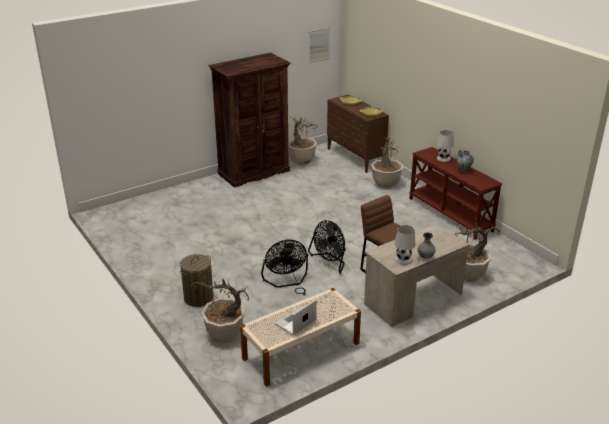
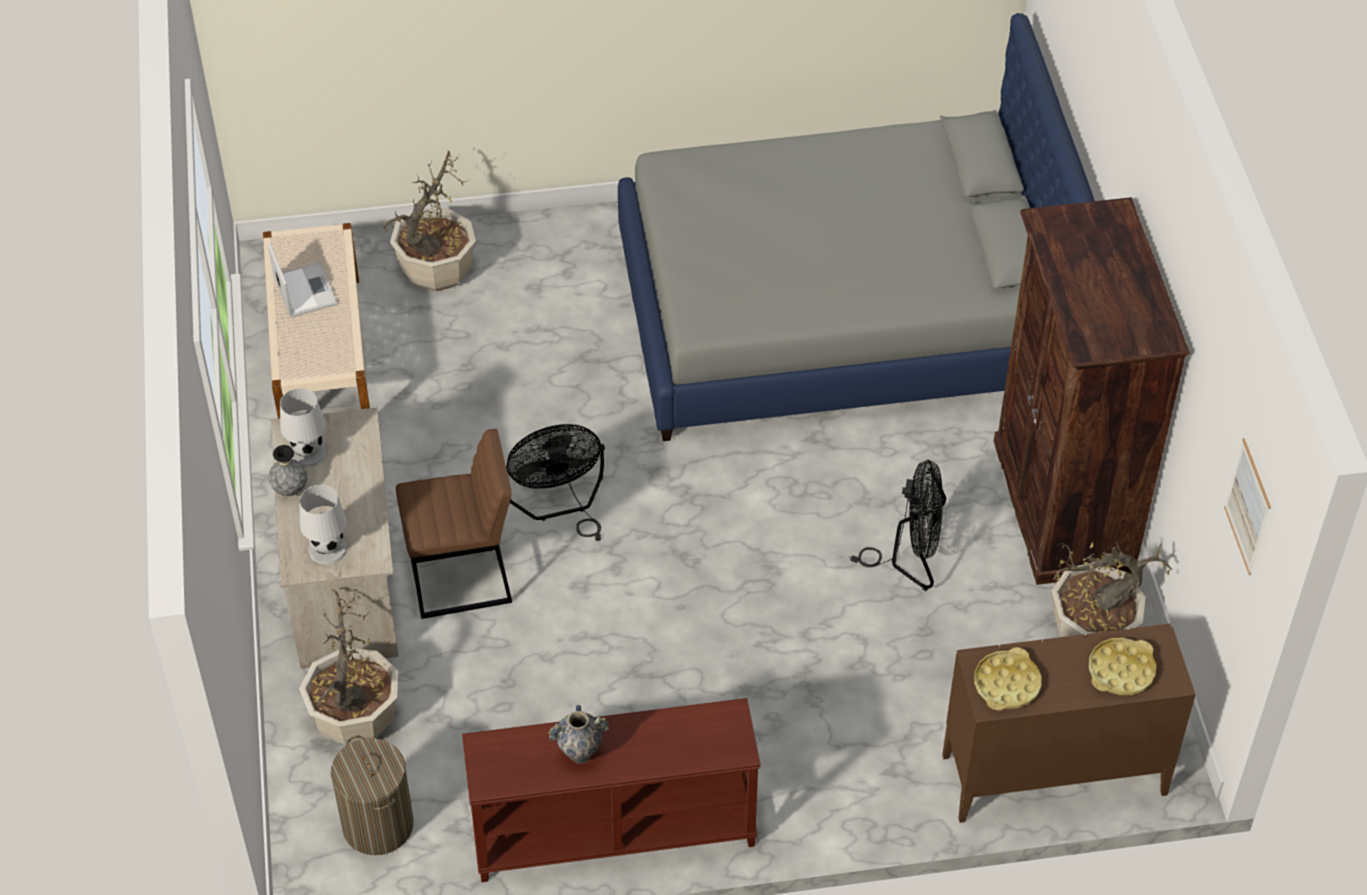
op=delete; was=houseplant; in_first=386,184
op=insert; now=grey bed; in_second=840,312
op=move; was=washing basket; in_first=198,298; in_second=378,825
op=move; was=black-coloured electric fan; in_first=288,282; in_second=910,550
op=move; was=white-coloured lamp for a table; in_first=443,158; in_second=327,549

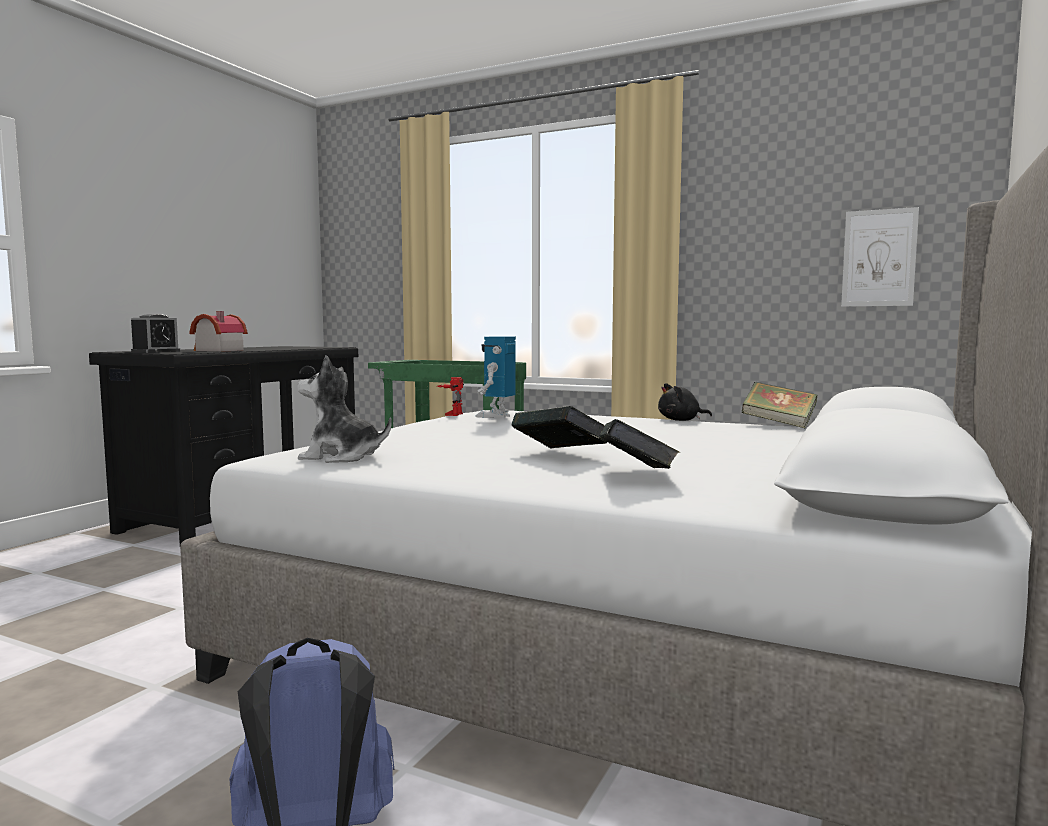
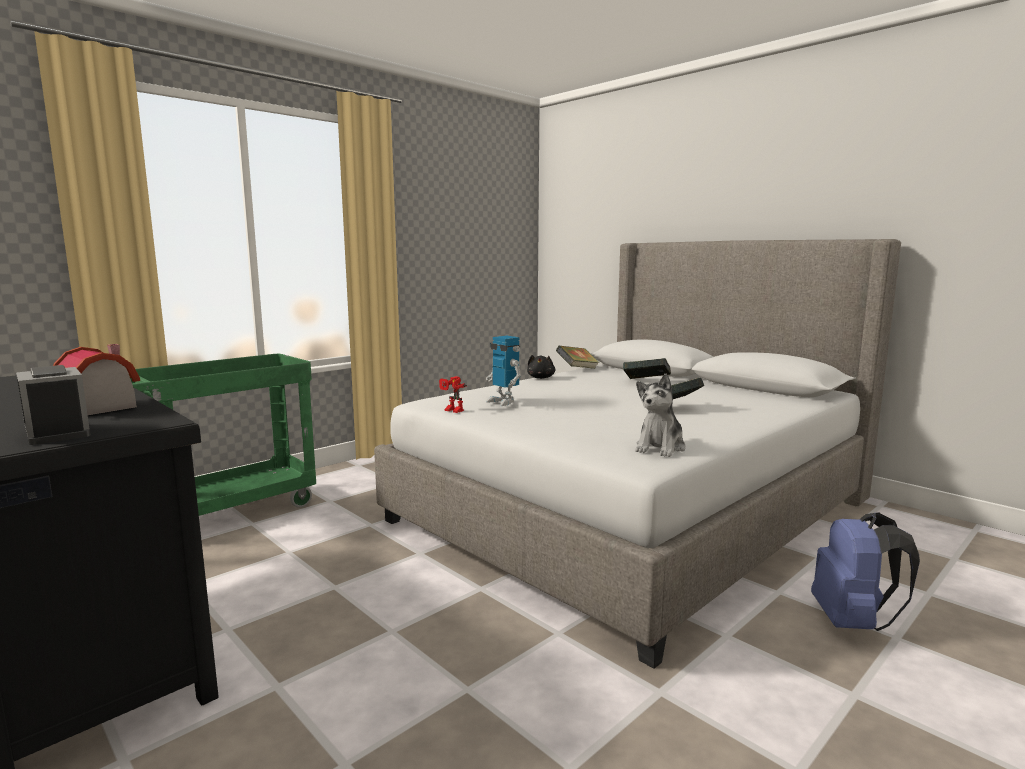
op=delete; was=wall art; in_first=879,258
op=move; was=book; in_first=636,476; in_second=646,382

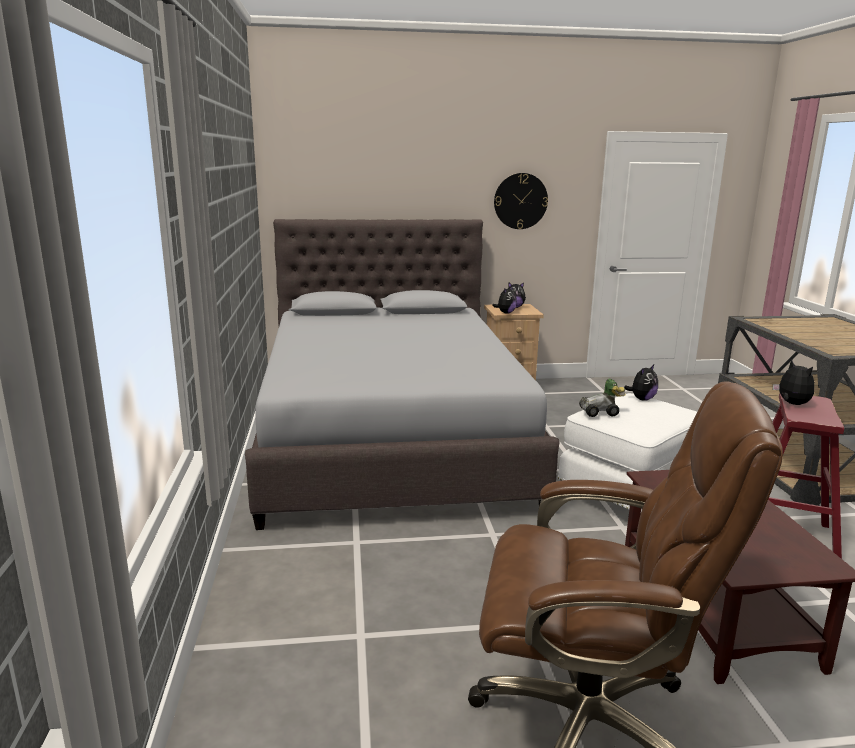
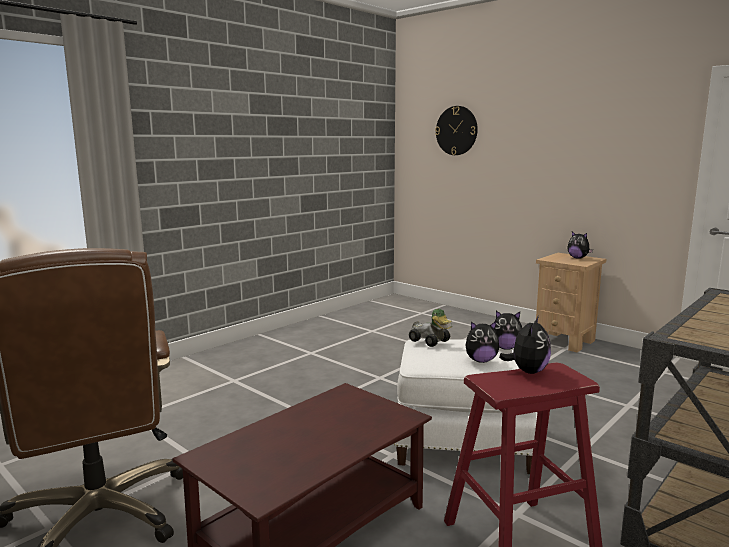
op=delete; was=grey bed; in_first=391,437
op=move; was=plush toy; in_first=505,313; in_second=481,360
op=move; was=hanging clock; in_first=520,201; in_second=456,130

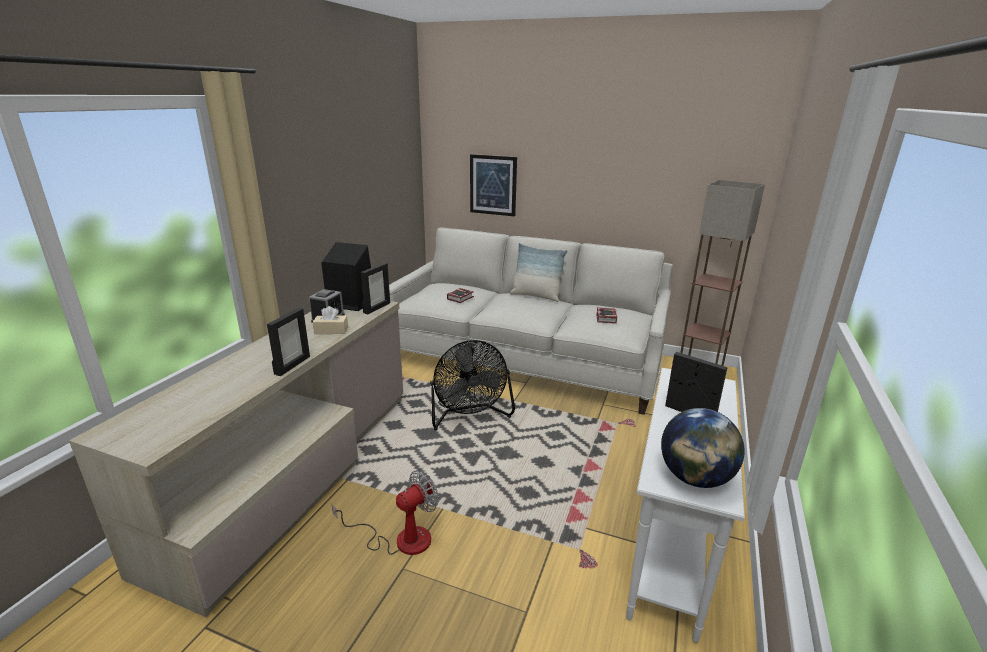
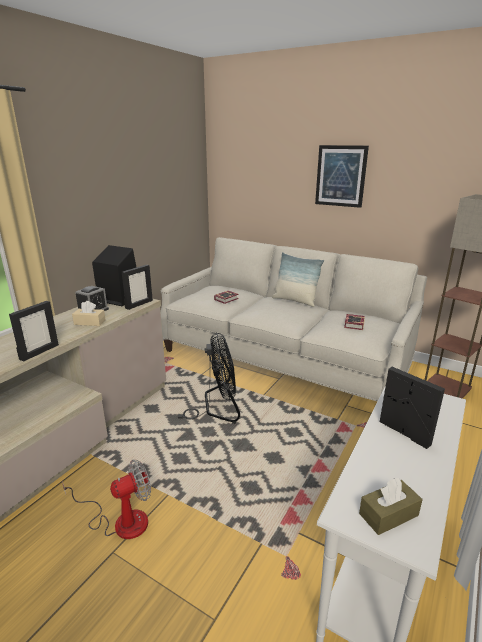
op=move; was=wall art; in_first=493,185; in_second=341,176
op=replace; was=globe; now=brown box of tissues; in_first=695,478; in_second=388,514
op=rotate; was=black-coloured electric fan; in_first=466,415; in_second=216,405; clockwise=-90

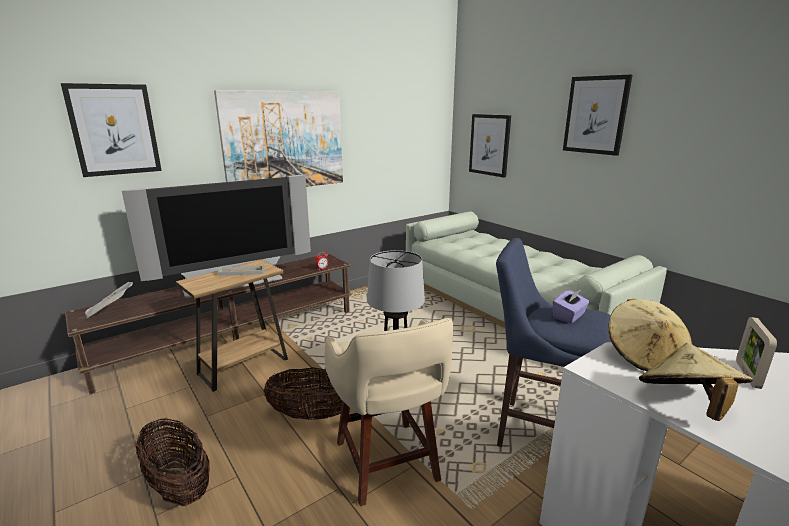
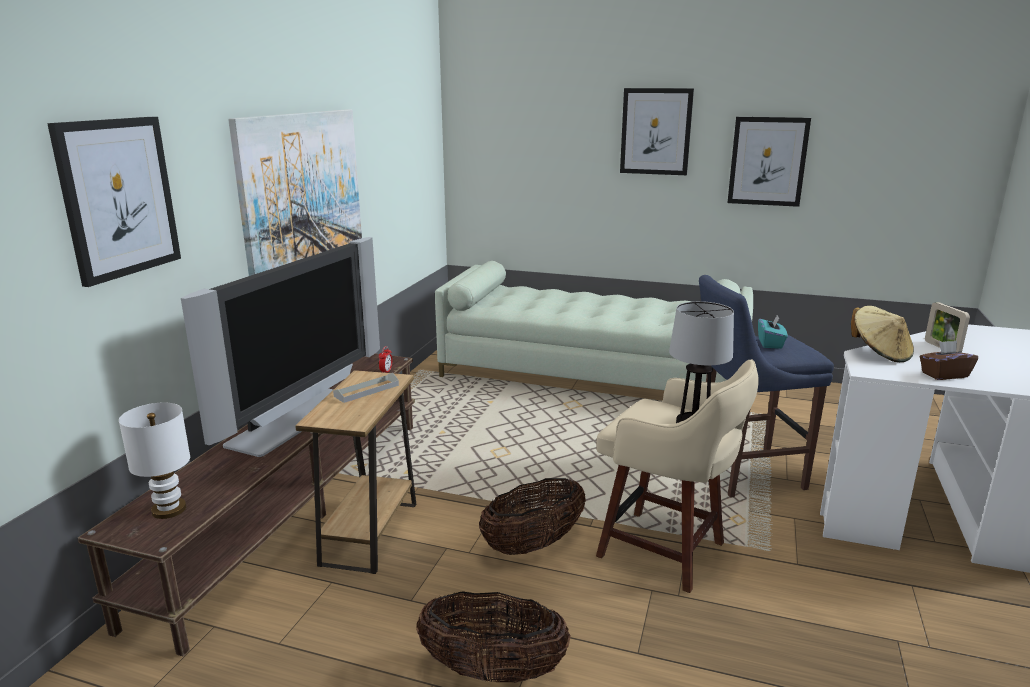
op=move; was=wall art; in_first=489,145; in_second=767,161
op=replace; was=newspaper; now=white-coloured lamp for a table; in_first=110,311; in_second=168,510
op=replace; was=beige wearable hat; now=brown box of tissues; in_first=686,404; in_second=944,375
op=recolor; was=purplish box of tissues; now=turquoise box of tissues; in_first=569,316; in_second=770,343

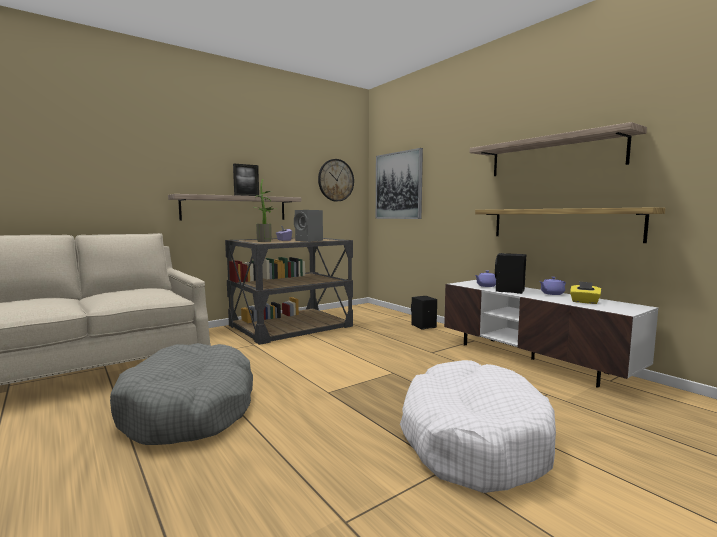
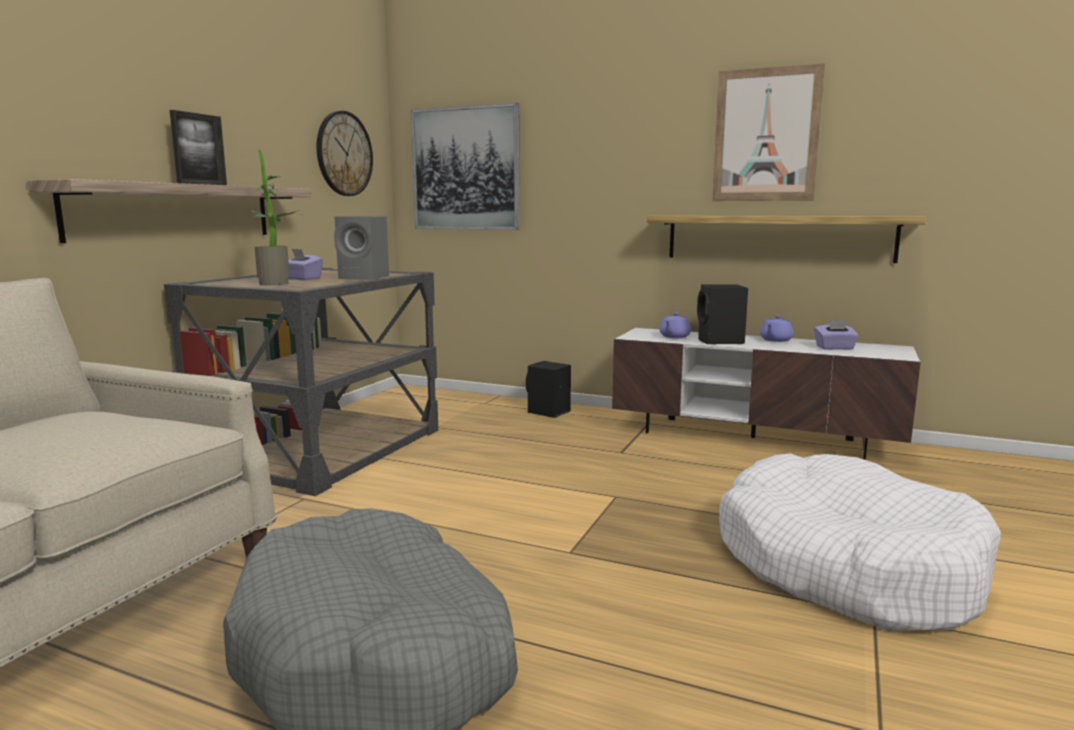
op=replace; was=wall shelf; now=wall art; in_first=553,155; in_second=766,135
op=recolor; was=yellowish box of tissues; now=purplish box of tissues; in_first=584,302; in_second=835,348

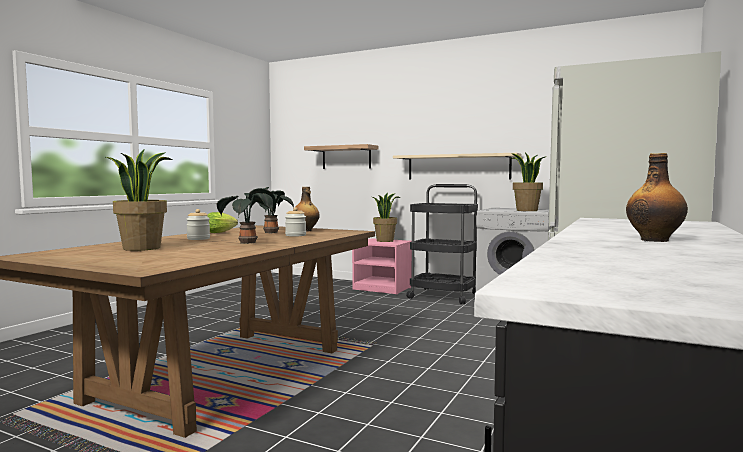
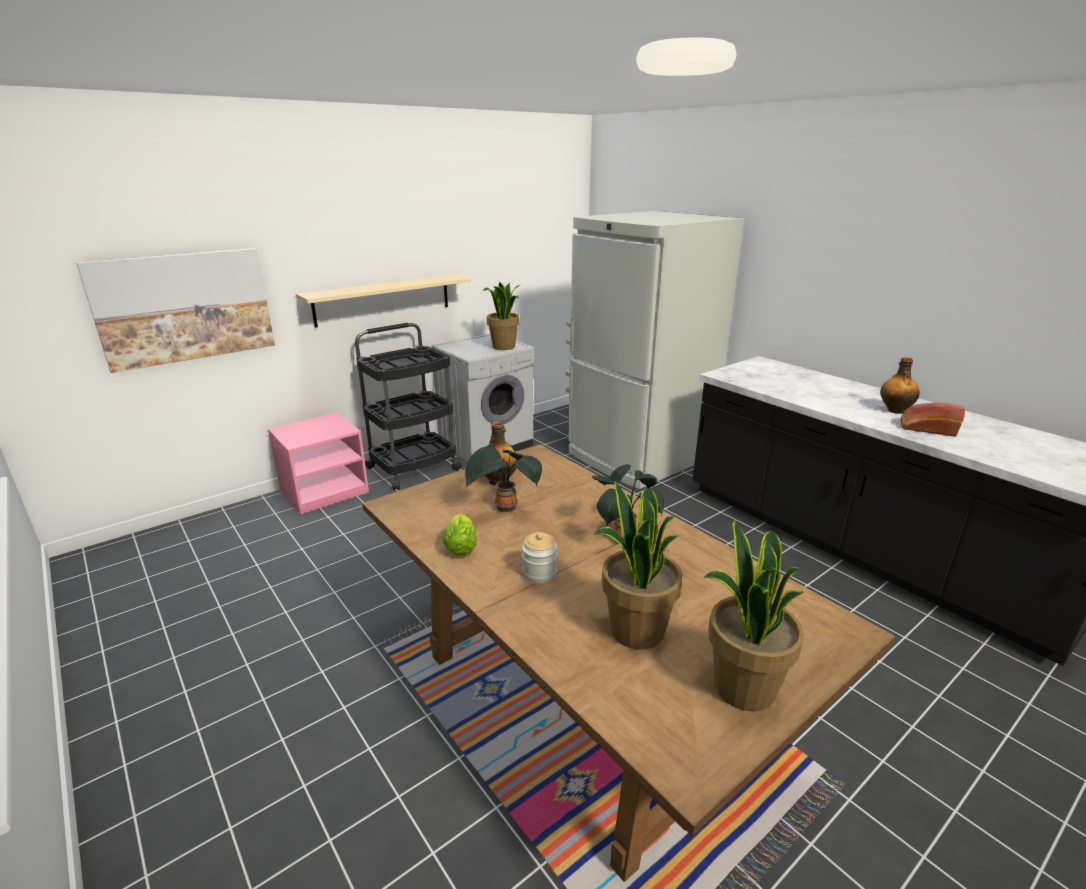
op=delete; was=storage jar; in_first=295,235
op=insert; now=bread; in_second=927,429
op=move; was=houseplant; in_first=385,241; in_second=742,687
op=replace; was=wall shelf; now=wall art; in_first=346,157; in_second=184,307

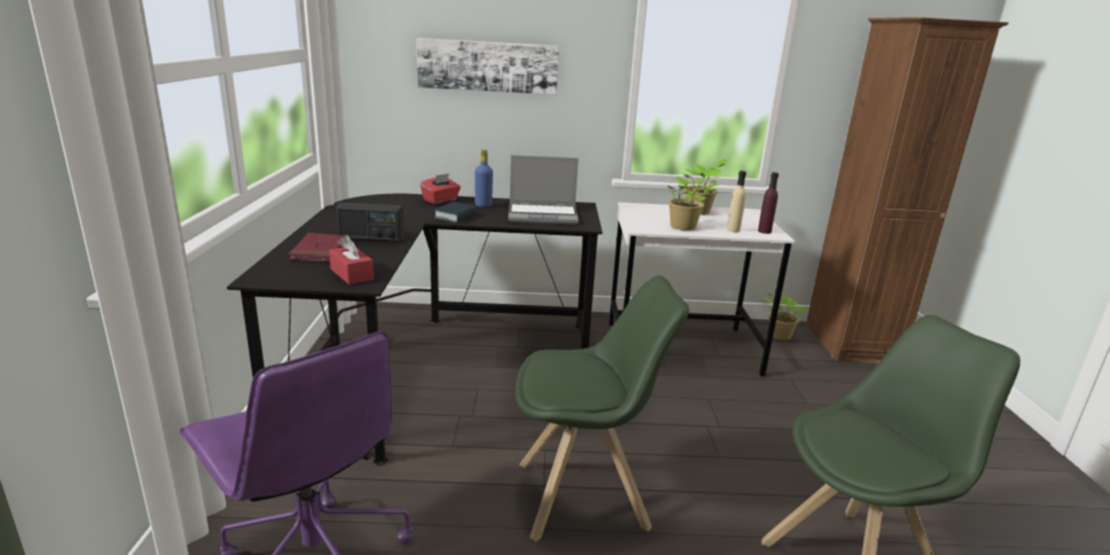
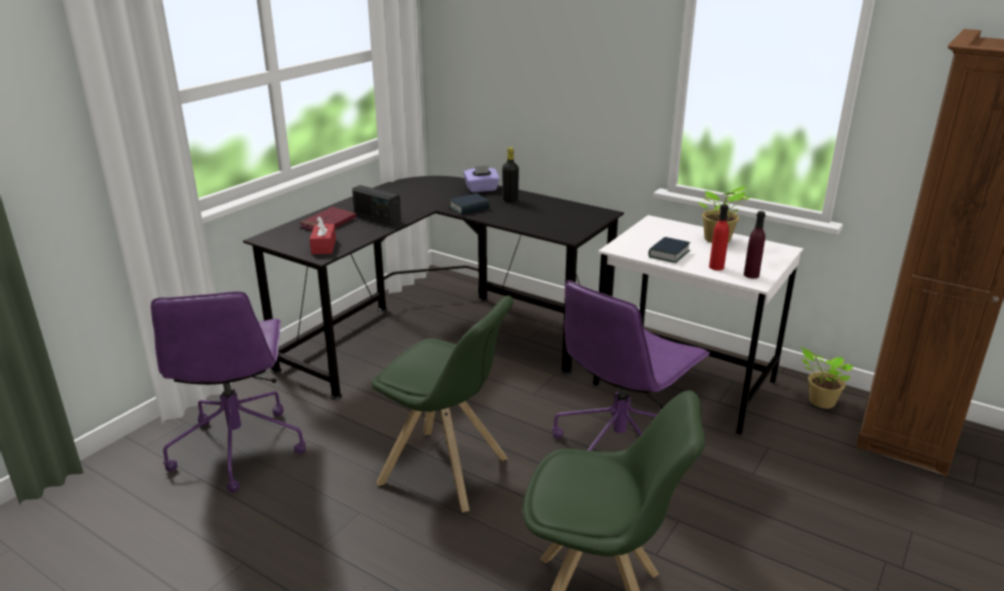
op=delete; was=wall art; in_first=488,66
op=delete; was=laptop; in_first=543,216
op=insert; now=purplish desk chair; in_second=621,450
op=replace; was=houseplant; now=book; in_first=685,227; in_second=668,254
op=recolor; was=reddish box of tissues; now=purplish box of tissues; in_first=441,200; in_second=481,189
op=recolor; was=blue bottle; now=black-coloured bottle; in_first=483,205; in_second=510,200
op=recolor; was=beige bottle; now=reddish bottle; in_first=733,230; in_second=716,267

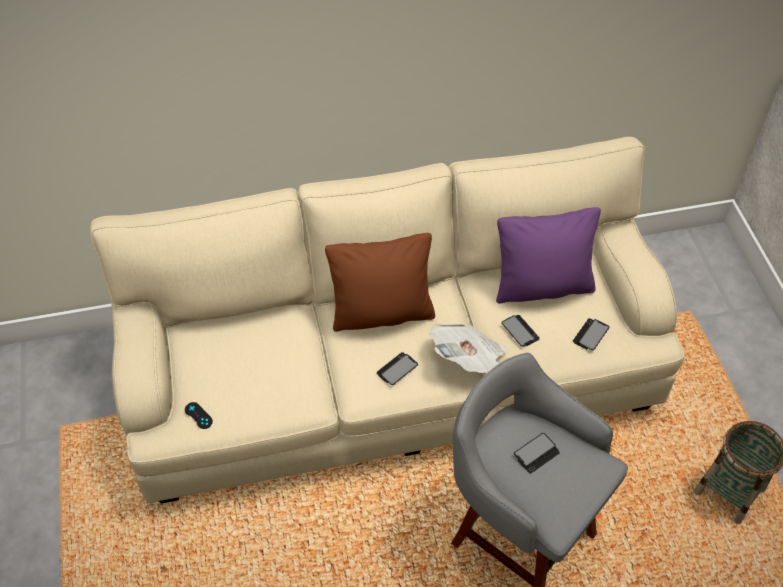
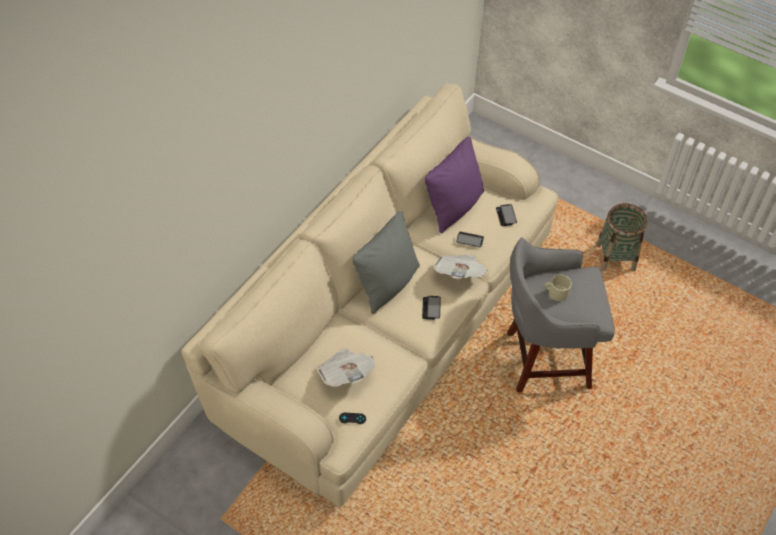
op=insert; now=newspaper; in_second=346,375
op=replace; was=handset; now=beige mug; in_first=536,453; in_second=556,292
op=recolor; was=brown cushion; now=grey cushion; in_first=382,313; in_second=387,284

